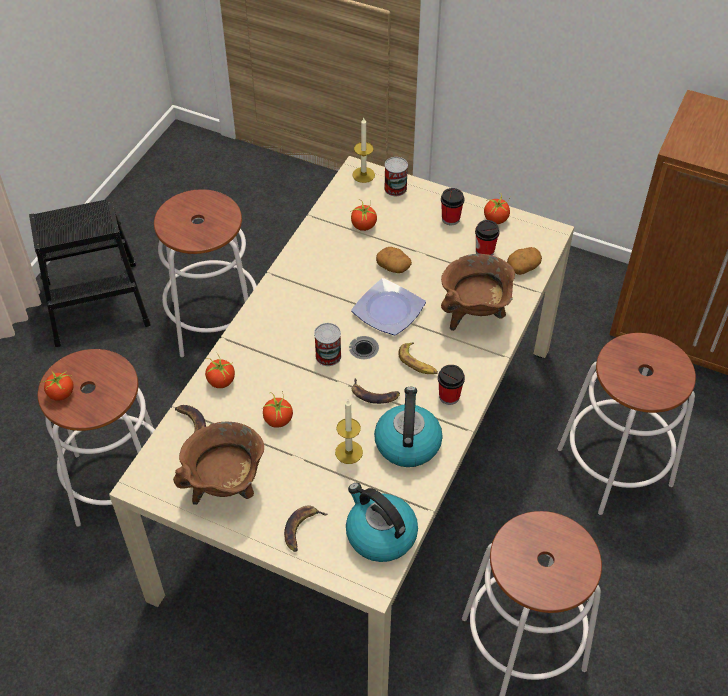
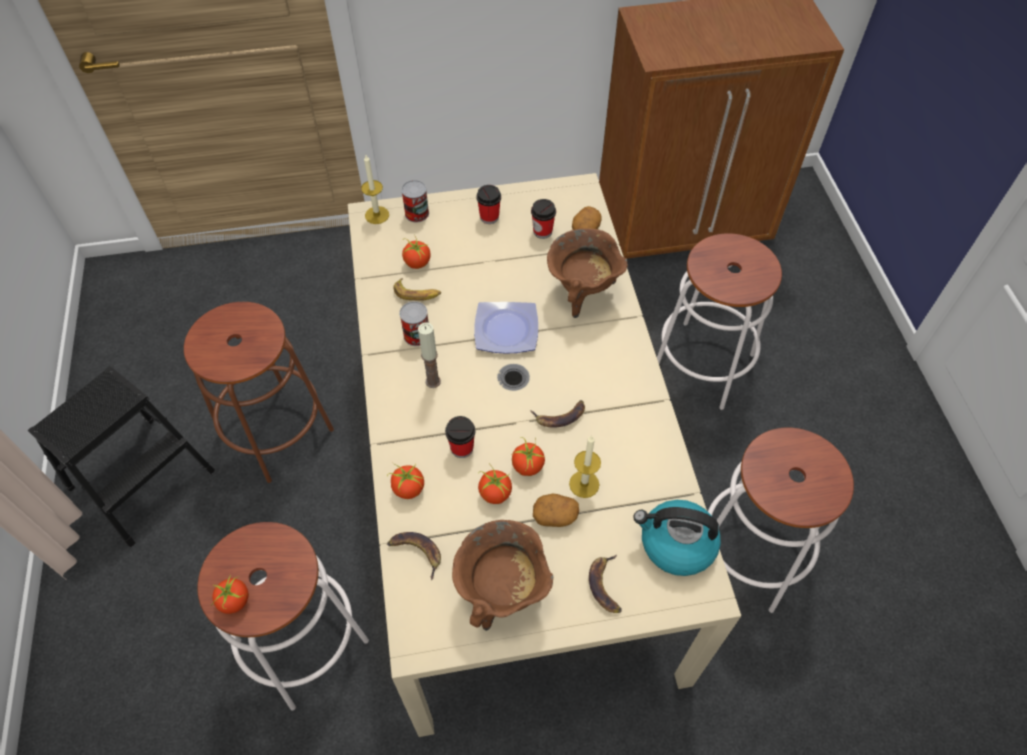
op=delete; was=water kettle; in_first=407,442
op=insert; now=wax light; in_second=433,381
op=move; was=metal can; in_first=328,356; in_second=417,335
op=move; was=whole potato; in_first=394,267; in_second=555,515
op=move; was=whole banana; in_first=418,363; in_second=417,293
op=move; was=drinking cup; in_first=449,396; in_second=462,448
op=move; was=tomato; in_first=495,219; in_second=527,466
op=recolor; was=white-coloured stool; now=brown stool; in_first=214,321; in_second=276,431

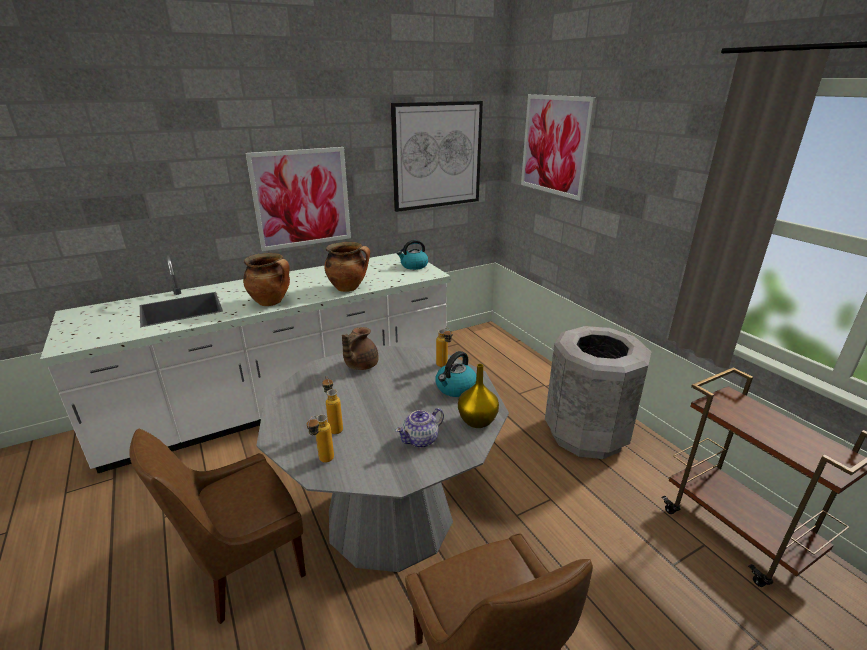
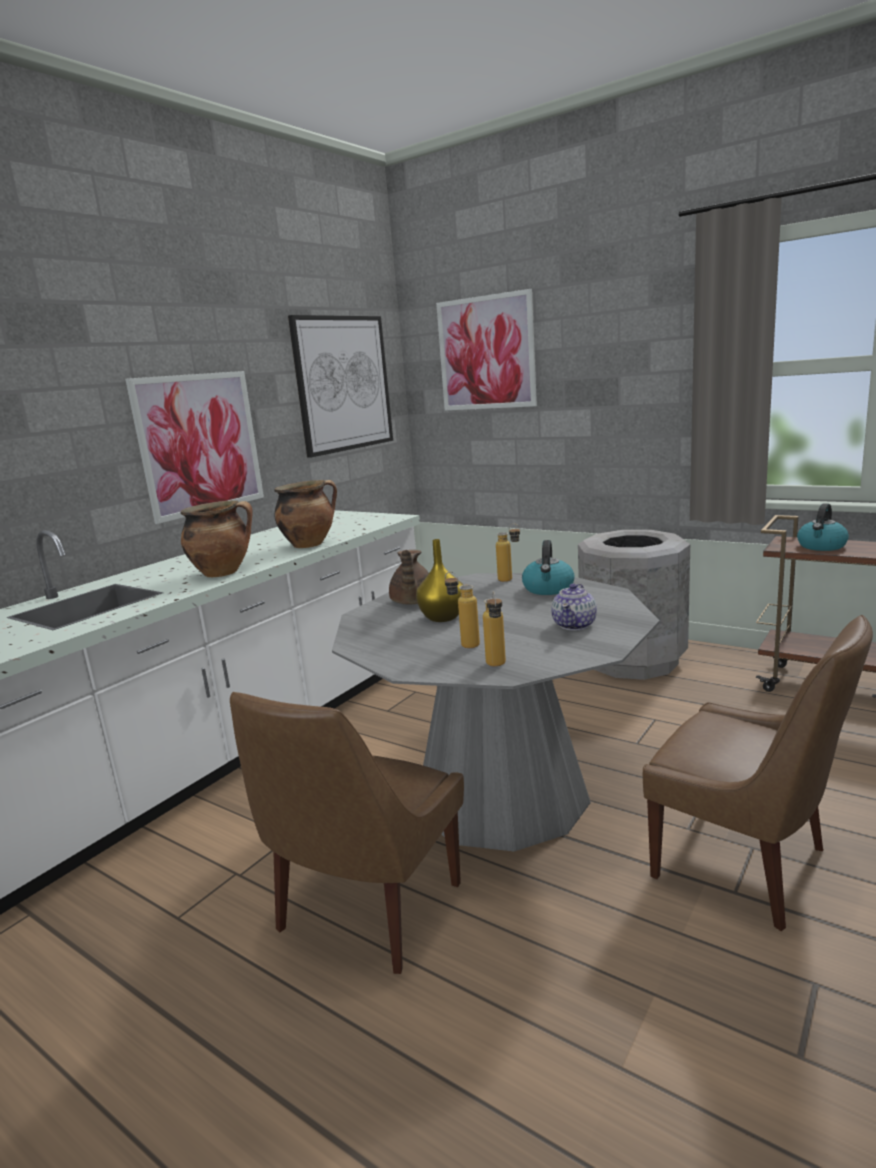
op=move; was=water kettle; in_first=413,266; in_second=821,546
op=move; was=yellowish vase; in_first=477,422; in_second=443,618

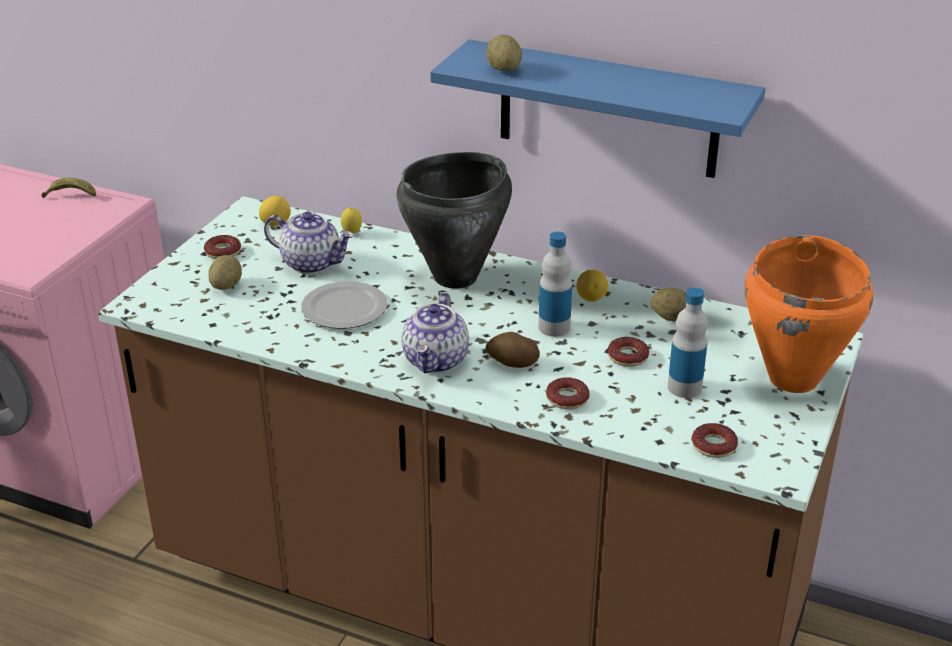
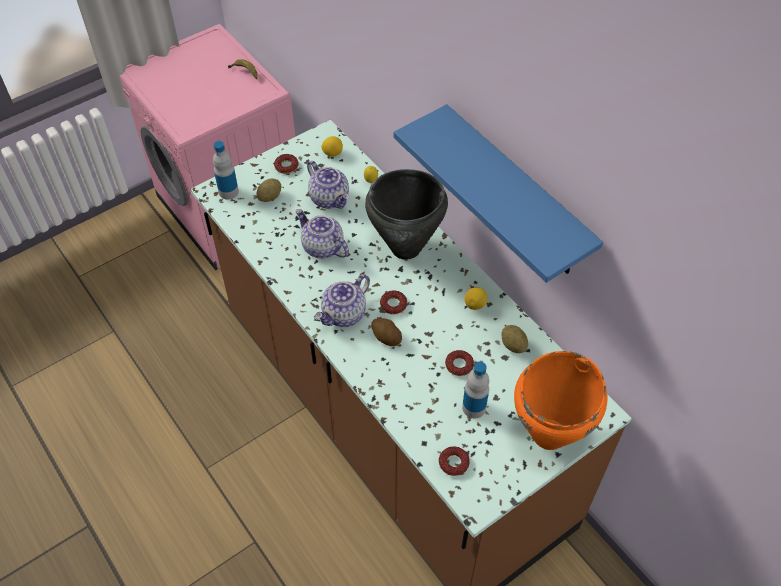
op=delete; was=whole potato; in_first=504,69
op=move; was=bottle; in_first=554,327; in_second=228,192
op=move; was=donut; in_first=567,398; in_second=393,304
op=replace; was=dinner plate; now=pot for tea; in_first=345,309; in_second=322,247

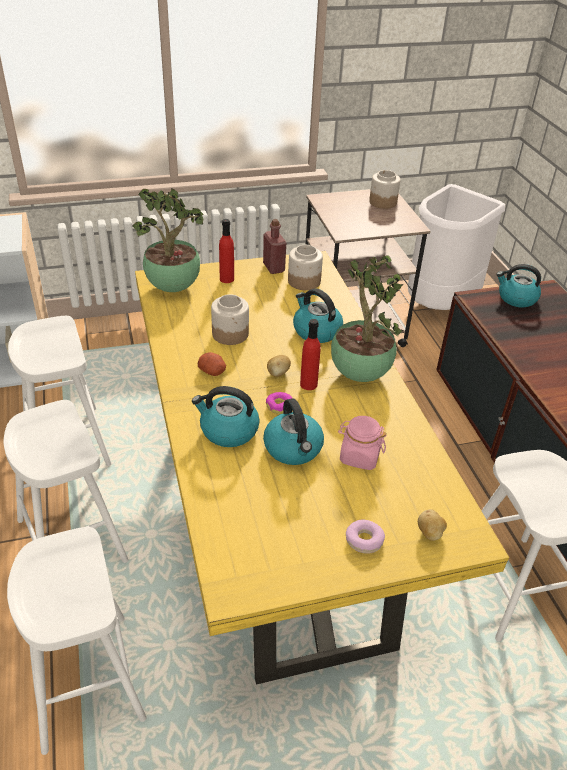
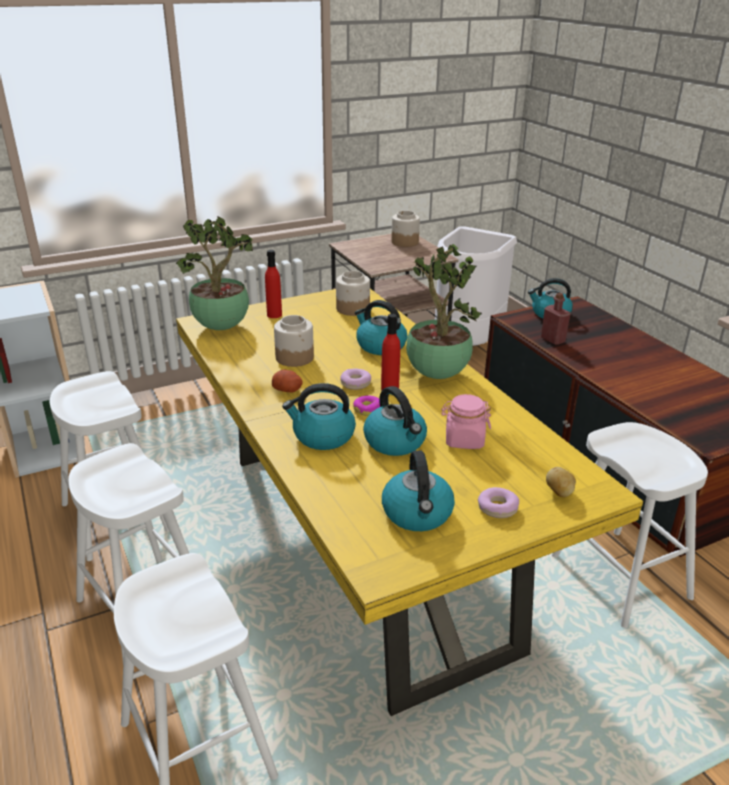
op=insert; now=water kettle; in_second=417,514
op=move; was=reddish bottle; in_first=273,268; in_second=553,340
op=replace; was=whole potato; now=donut; in_first=278,373; in_second=356,383

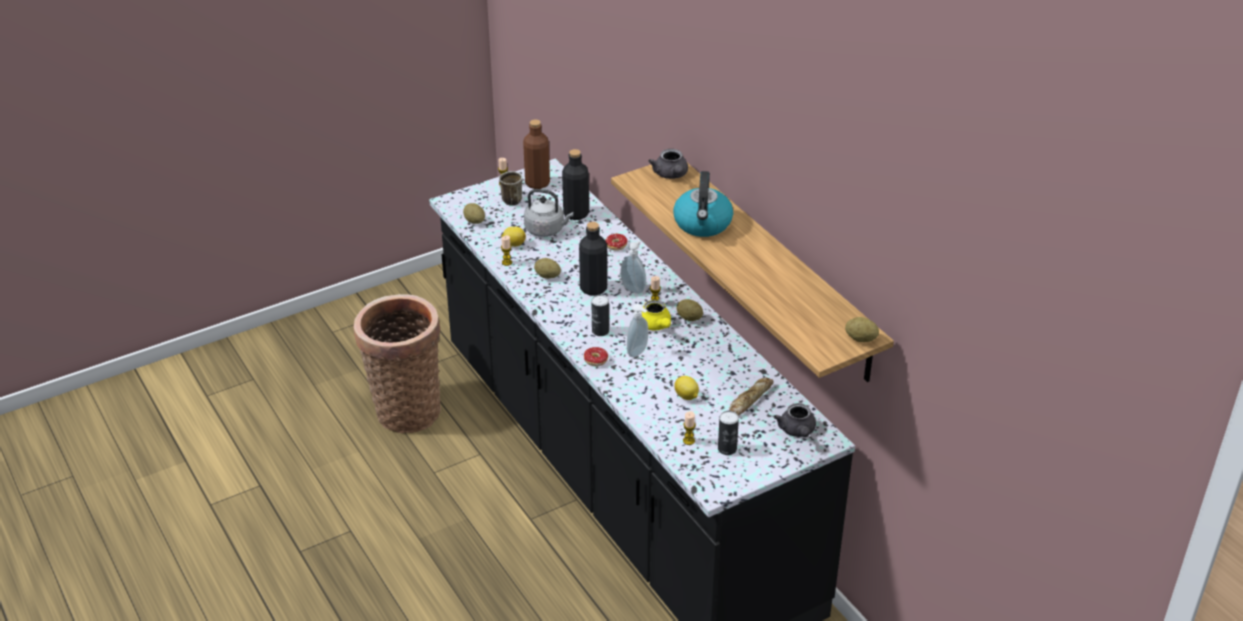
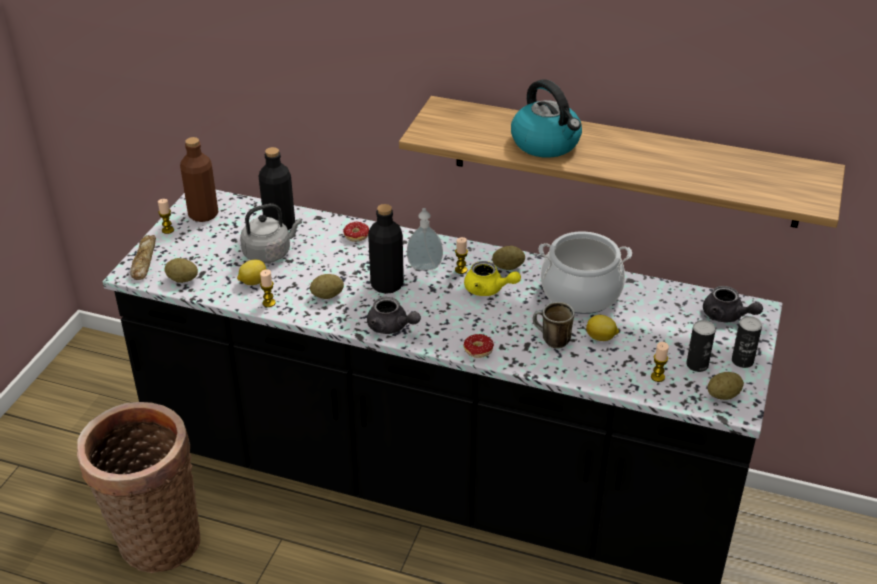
op=delete; was=soap dispenser; in_first=638,352
op=insert; now=cooking pot; in_second=580,293
op=move; was=mug; in_first=509,199; in_second=551,341
op=move; was=metal can; in_first=600,331; in_second=742,361
op=move; was=grey pot for tea; in_first=671,175; in_second=391,327
op=move; was=bread; in_first=750,399; in_second=143,261
op=move; was=whole potato; in_first=860,339; in_second=723,395

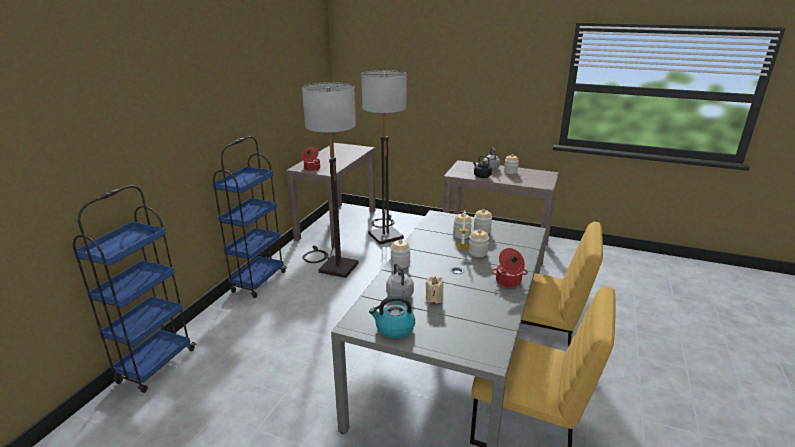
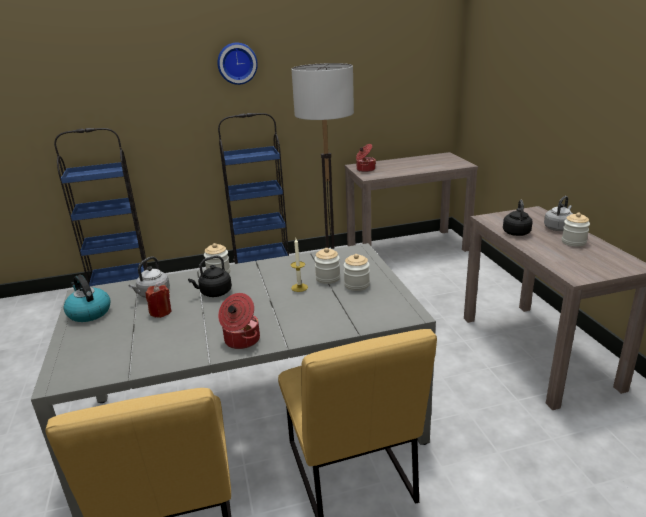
op=delete; was=standing lamp; in_first=385,233
op=delete; was=storage jar; in_first=478,253
op=insert; now=black-coloured water kettle; in_second=214,293
op=insert; now=hanging clock; in_second=237,63
op=recolor; was=beige wax light; now=reddish wax light; in_first=434,299; in_second=160,312

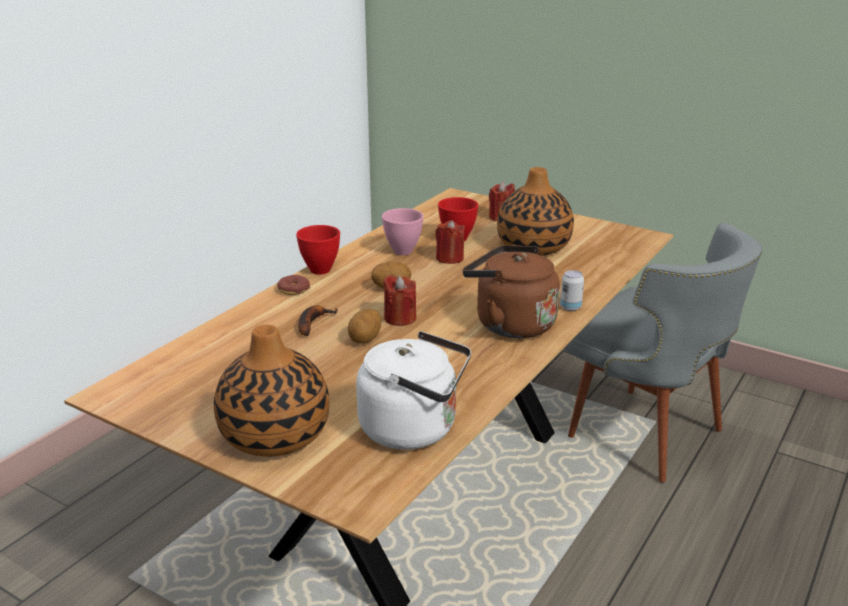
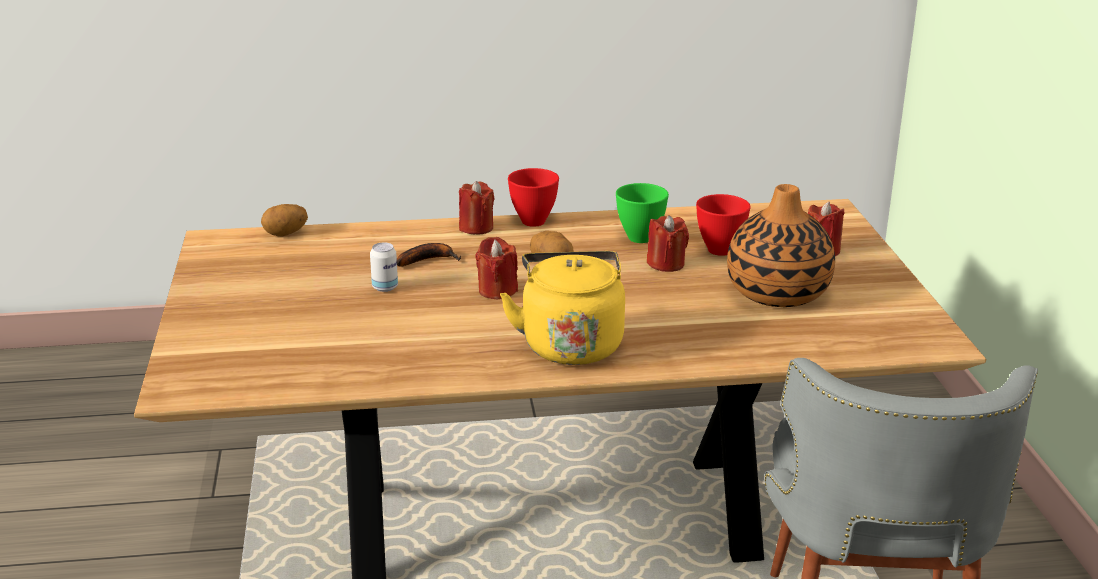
op=delete; was=vase; in_first=275,435
op=delete; was=white-coloured water kettle; in_first=414,429
op=move; was=whole potato; in_first=365,339; in_second=285,234
op=move; was=metal can; in_first=570,307; in_second=385,287
op=replace; was=donut; now=reddish wax light; in_first=293,290; in_second=476,228
op=recolor; was=pinkish bowl; now=green-coloured bowl; in_first=402,251; in_second=639,237
op=recolor; was=brown water kettle; now=yellowish water kettle; in_first=510,324; in_second=570,343

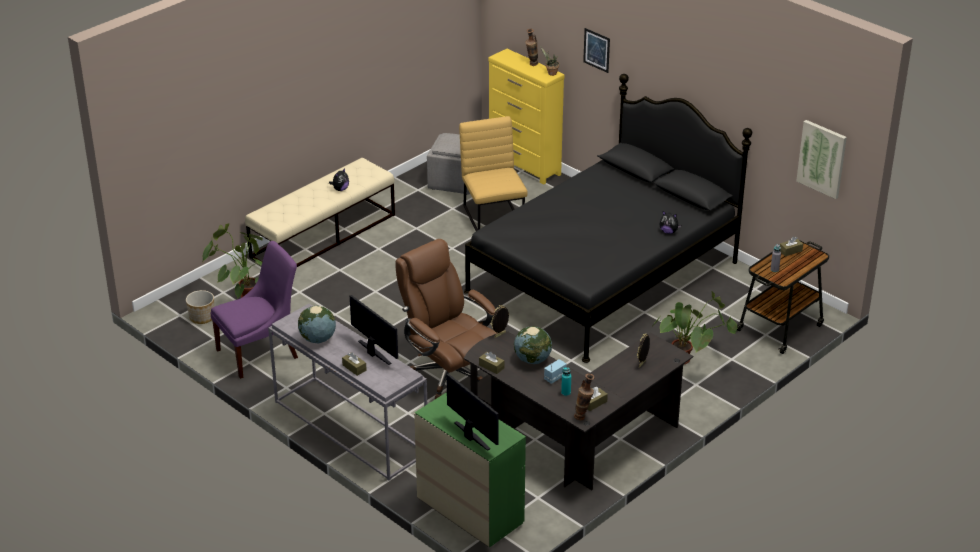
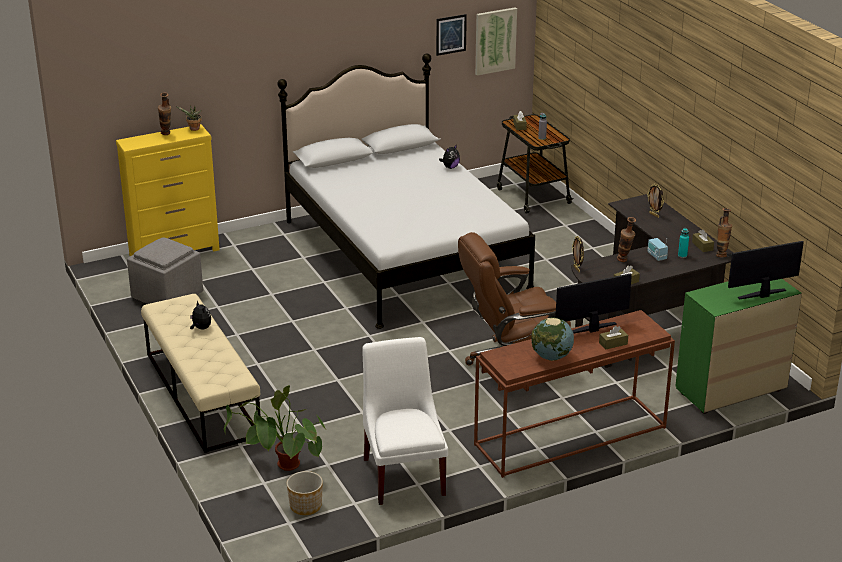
op=delete; was=yellowish chair; in_first=493,216
op=delete; was=houseplant; in_first=690,360
op=move; was=wall art; in_first=596,50; in_second=451,34
op=replace; was=globe; now=vase; in_first=532,360; in_second=624,261
op=recolor; was=purplish chair; now=white-coloured chair; in_first=260,352; in_second=404,473
op=recolor; was=grey narrow table; now=brown narrow table; in_first=348,427; in_second=570,437
op=recolor; was=black-coloured bed; now=white-coloured bed; in_first=603,277; in_second=404,254

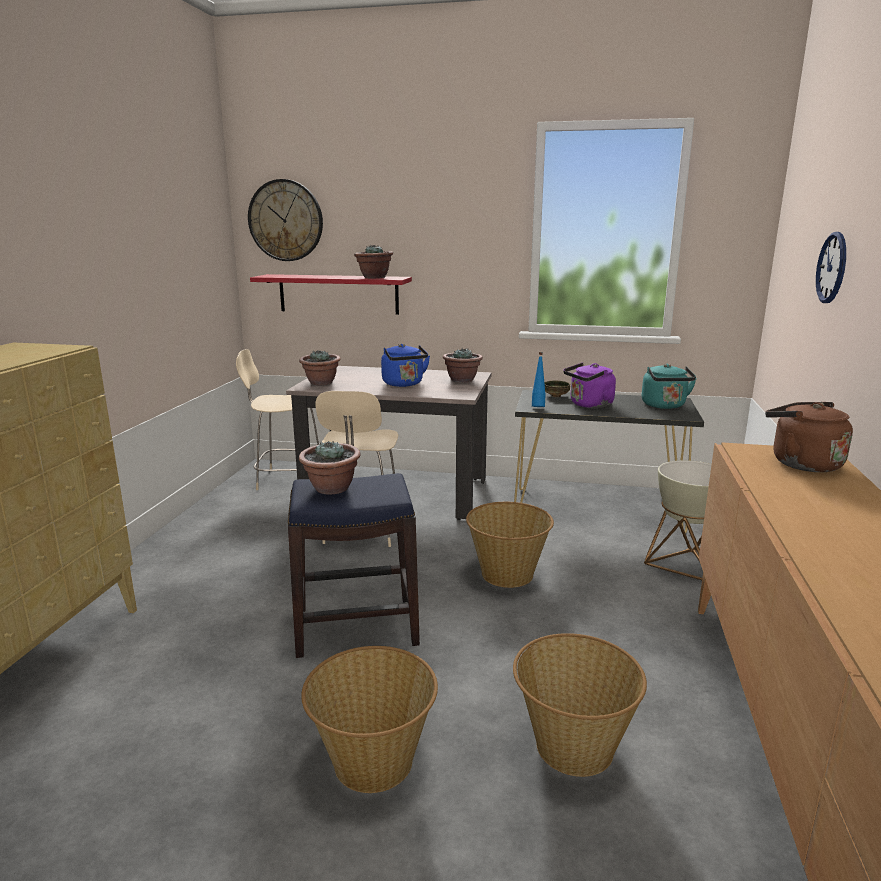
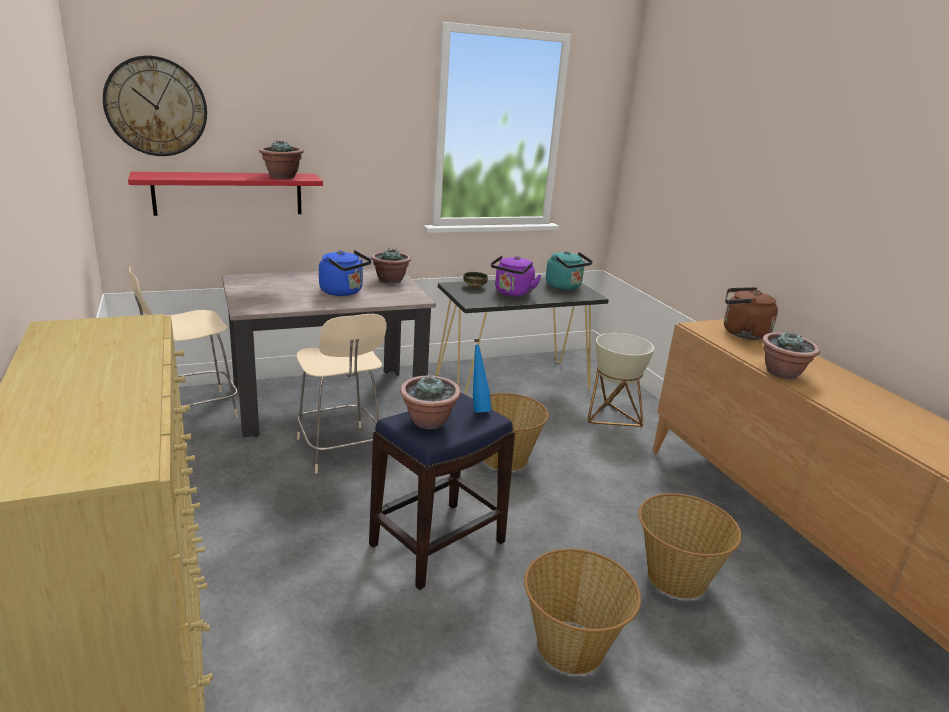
op=delete; was=hanging clock; in_first=832,268
op=move; was=houseplant; in_first=321,383; in_second=782,373
op=move; was=blue bottle; in_first=538,406; in_second=478,409

